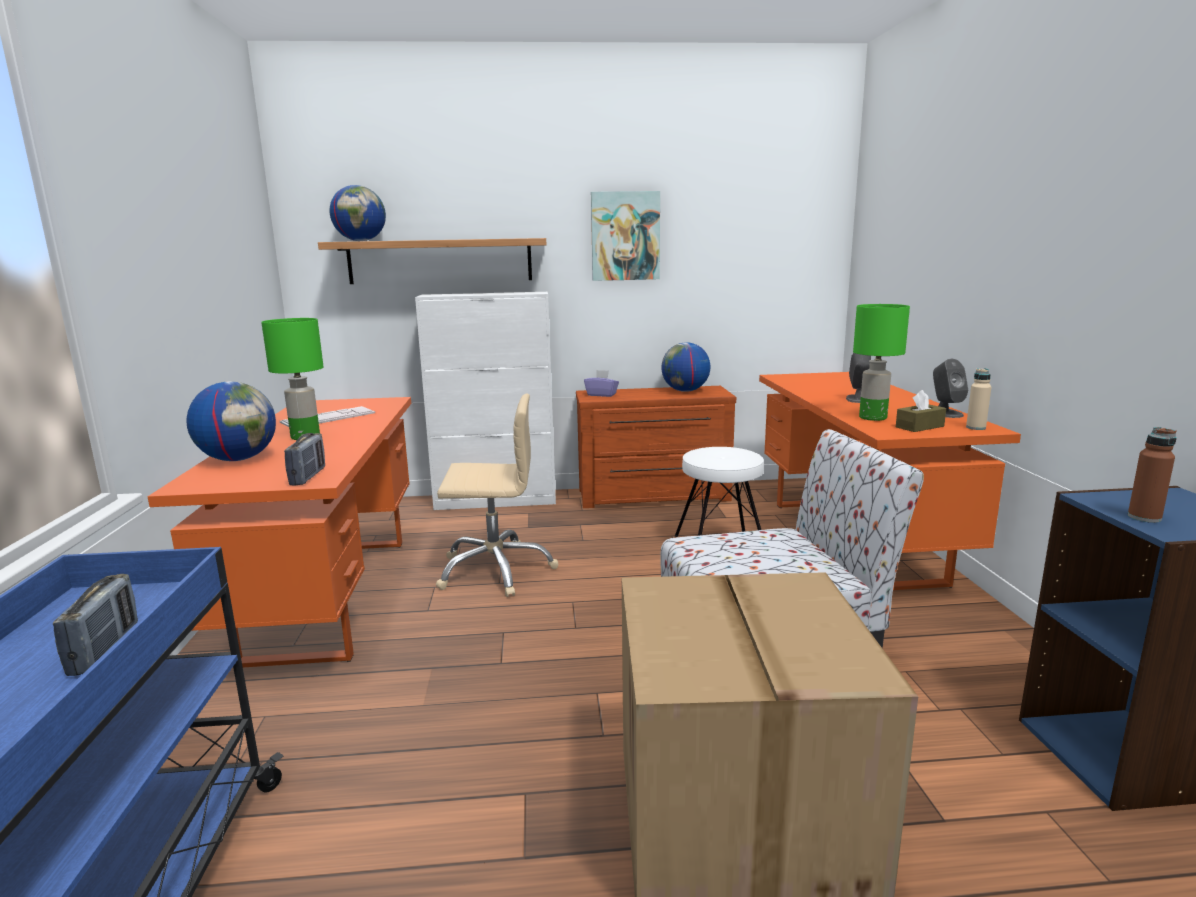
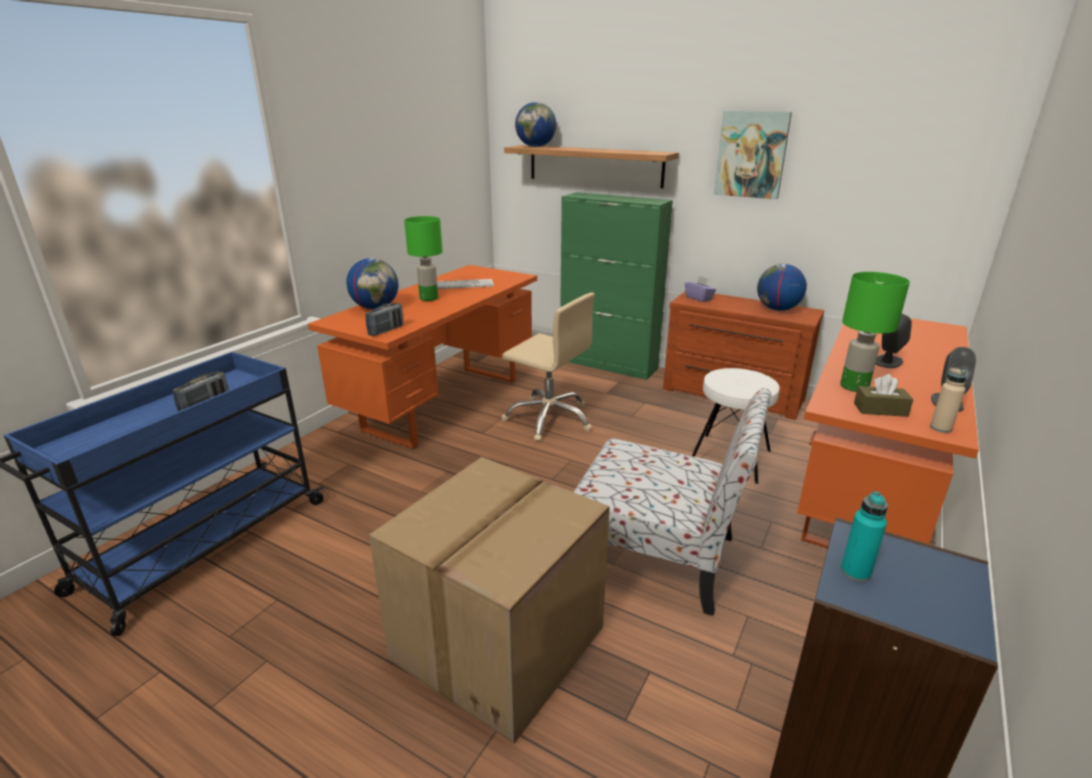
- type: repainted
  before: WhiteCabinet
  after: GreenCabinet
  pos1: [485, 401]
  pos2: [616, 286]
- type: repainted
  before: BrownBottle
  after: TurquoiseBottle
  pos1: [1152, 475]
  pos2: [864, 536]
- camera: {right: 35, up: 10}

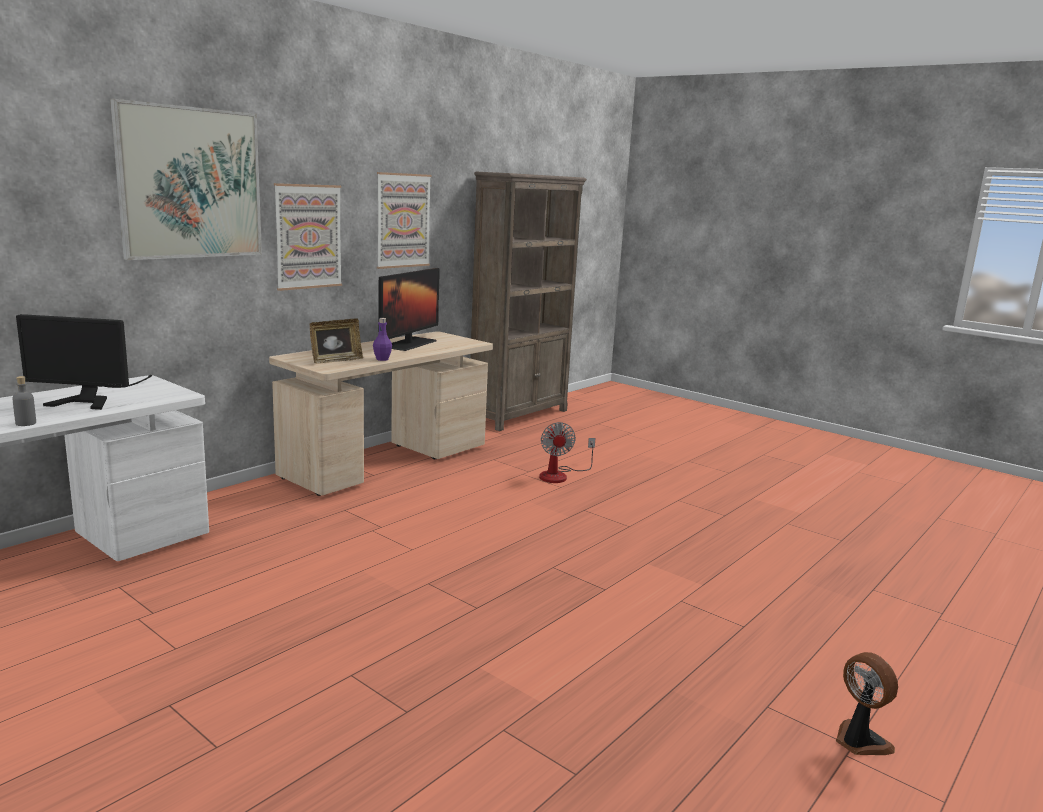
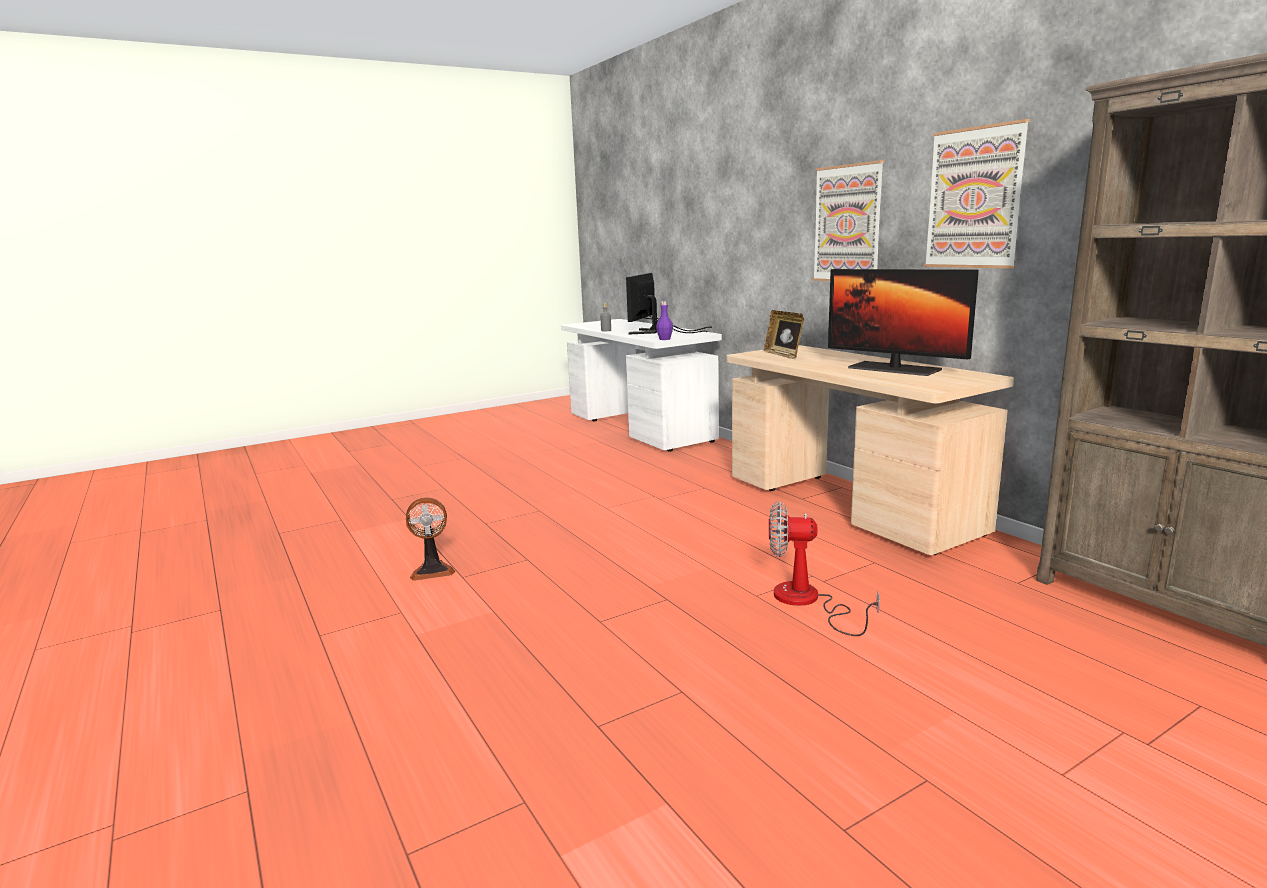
- type: gone
  before: Picture
  pos1: [186, 179]
- type: shifted
  before: PurpleBottle
  pos1: [382, 339]
  pos2: [664, 320]
- type: shifted
  before: Fan
  pos1: [867, 703]
  pos2: [430, 539]
- camera: {right: 110, up: 0}

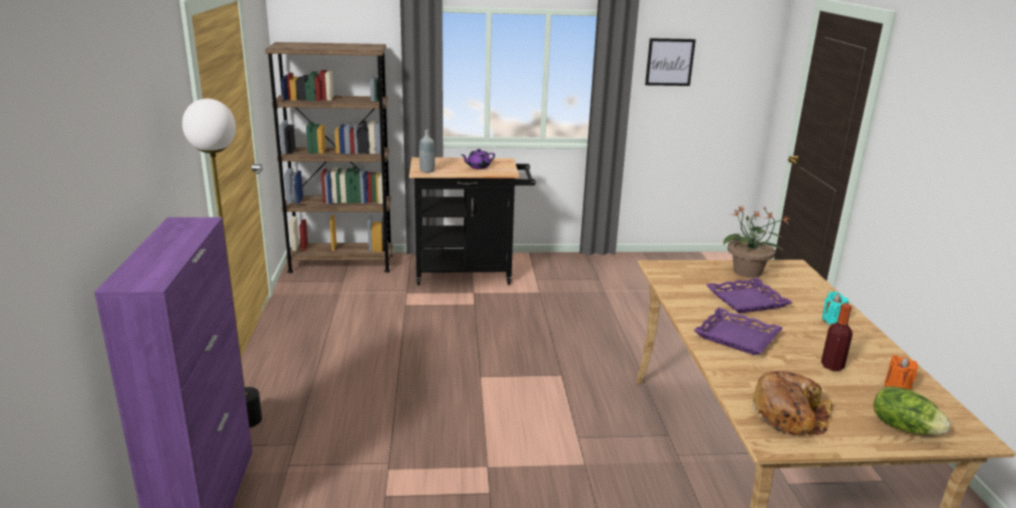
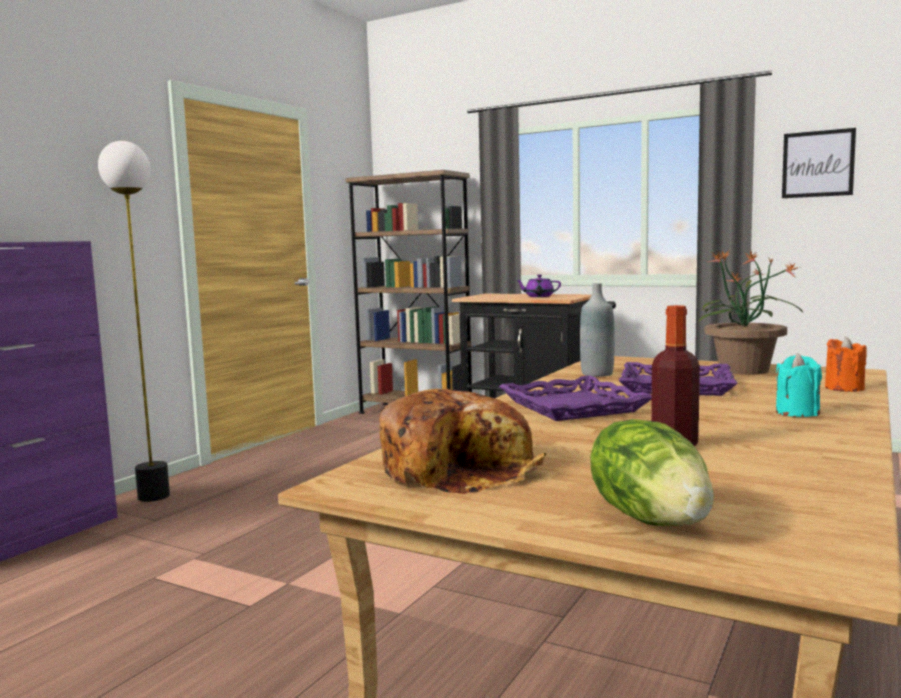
- type: shifted
  before: GreyBottle
  pos1: [427, 151]
  pos2: [597, 330]
- type: shifted
  before: OrangeCandle
  pos1: [901, 372]
  pos2: [846, 364]
- camera: {right: 35, up: -15}

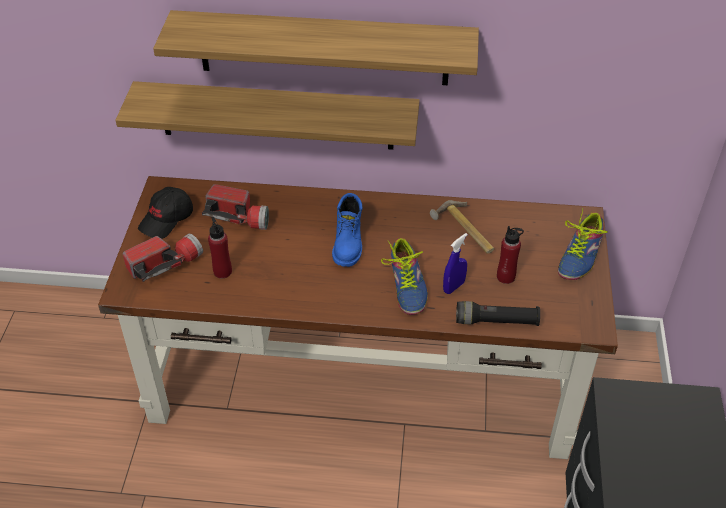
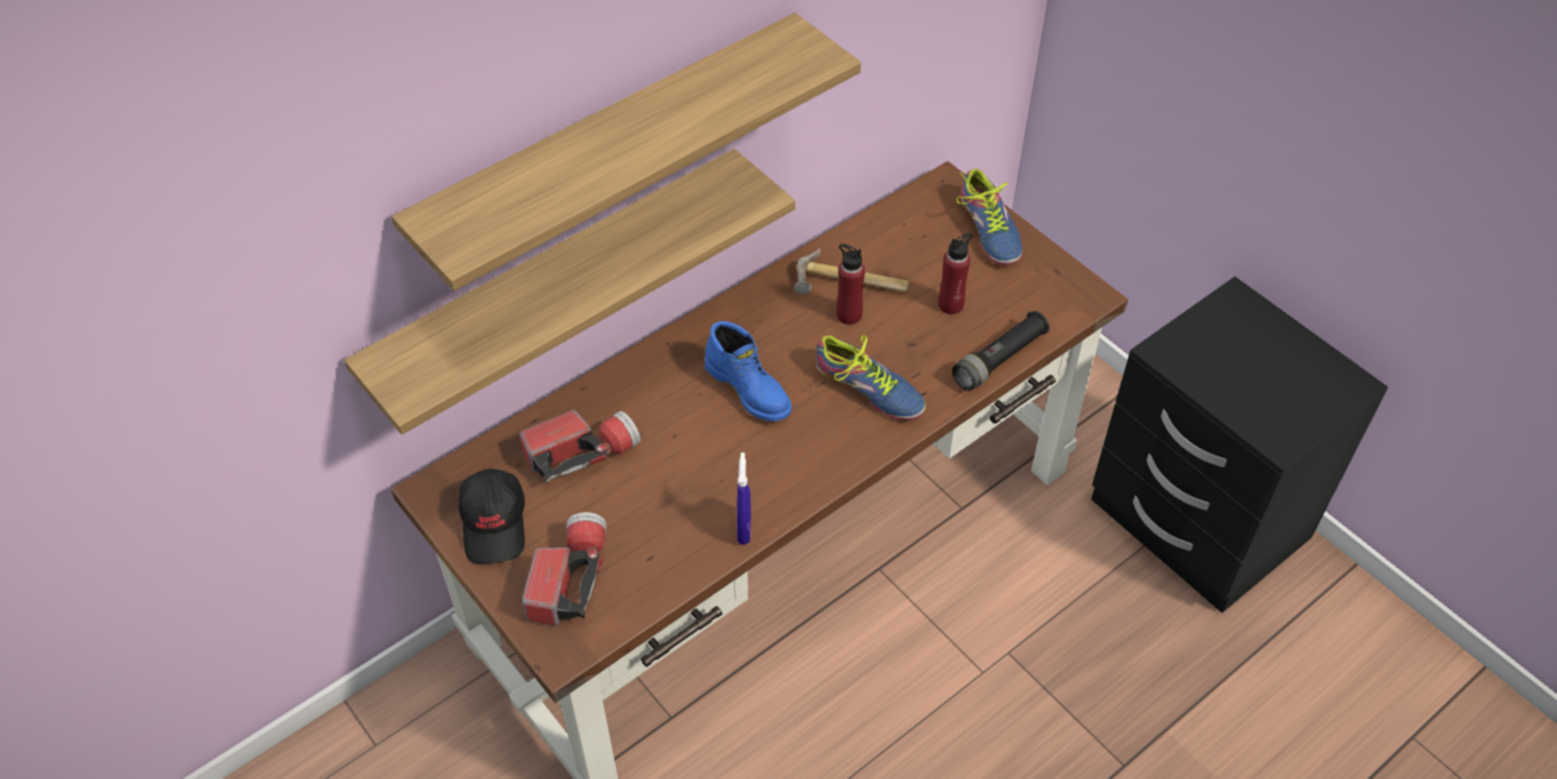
- type: shifted
  before: RedBottle
  pos1: [220, 247]
  pos2: [850, 284]
- type: shifted
  before: BlueSprayBottle
  pos1: [455, 263]
  pos2: [744, 498]
- camera: {right: -45, up: 5}

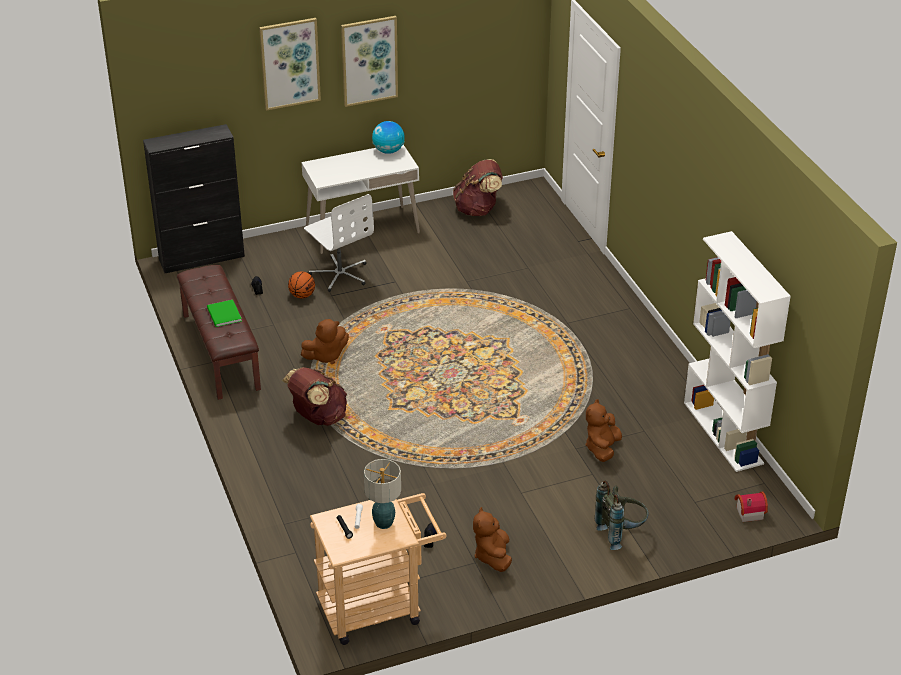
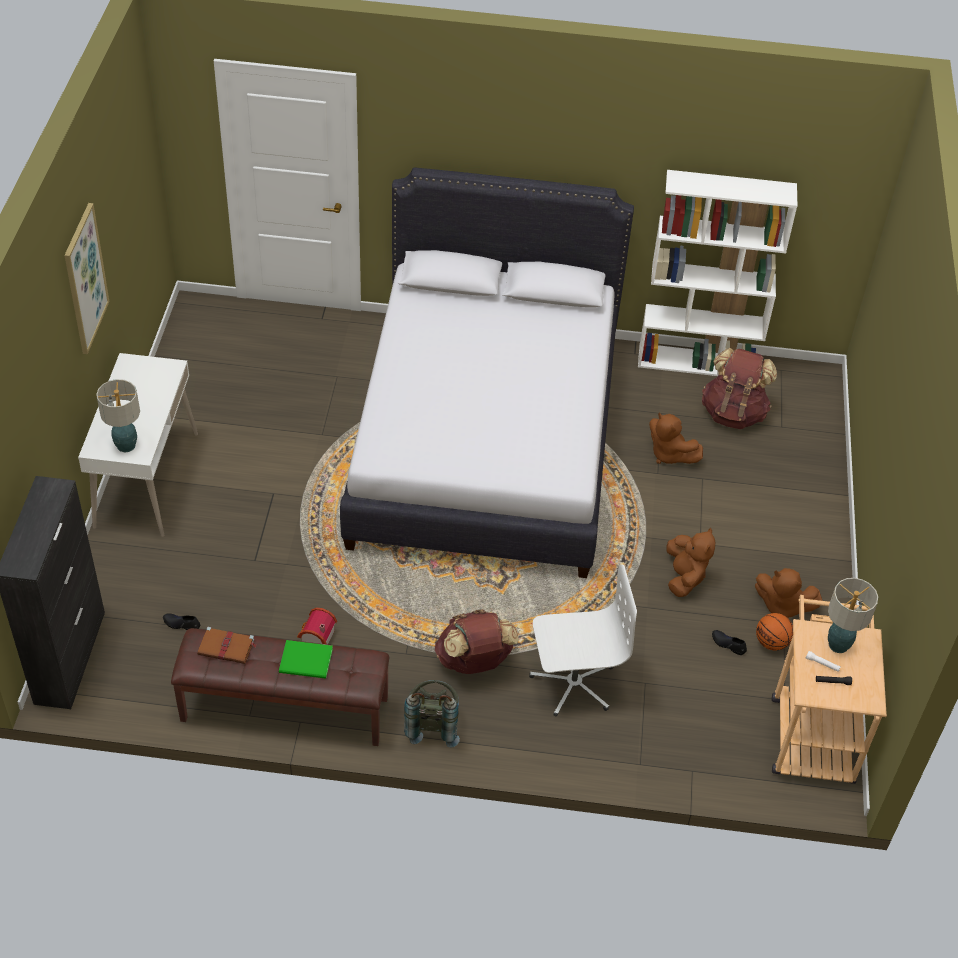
- type: gone
  before: Picture
  pos1: [290, 64]
- type: gone
  before: Globe
  pos1: [388, 137]
- type: shifted
  before: BrownBackpack
  pos1: [478, 187]
  pos2: [739, 388]
- type: shifted
  before: WhiteOfficeChair
  pos1: [339, 243]
  pos2: [583, 640]
- type: shifted
  before: Basketball
  pos1: [301, 284]
  pos2: [774, 632]
- type: shifted
  before: BrownPlushToy
  pos1: [325, 341]
  pos2: [691, 562]
- type: shifted
  before: GreyBackpack
  pos1: [622, 515]
  pos2: [432, 714]
- type: shifted
  before: ToyHouse
  pos1: [751, 507]
  pos2: [317, 626]
- type: new
  after: WhiteBed
  pos2: [487, 372]
- type: new
  after: TableLamp
  pos2: [118, 415]
- type: new
  after: BrownBook
  pos2: [226, 645]
- camera: {right: -65, up: 10}

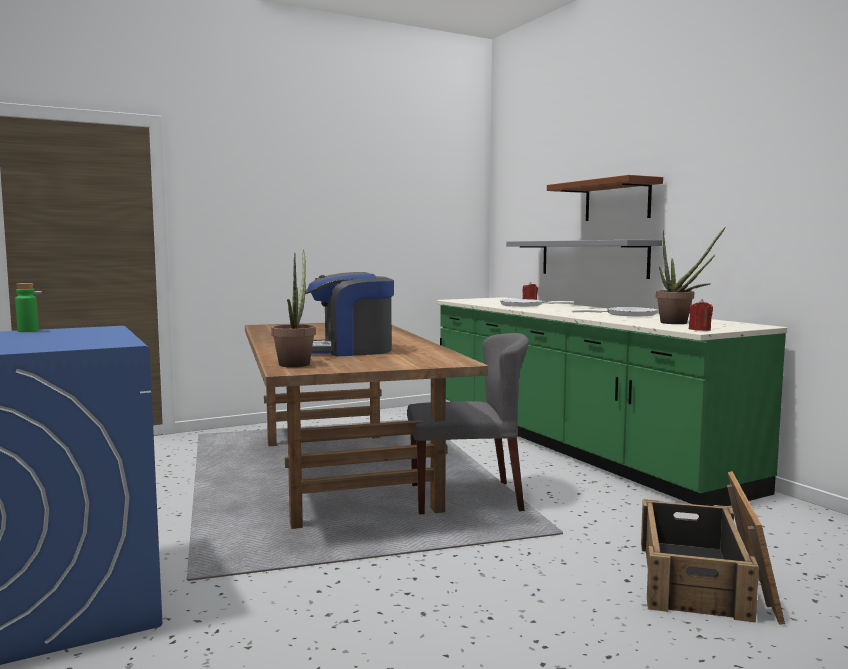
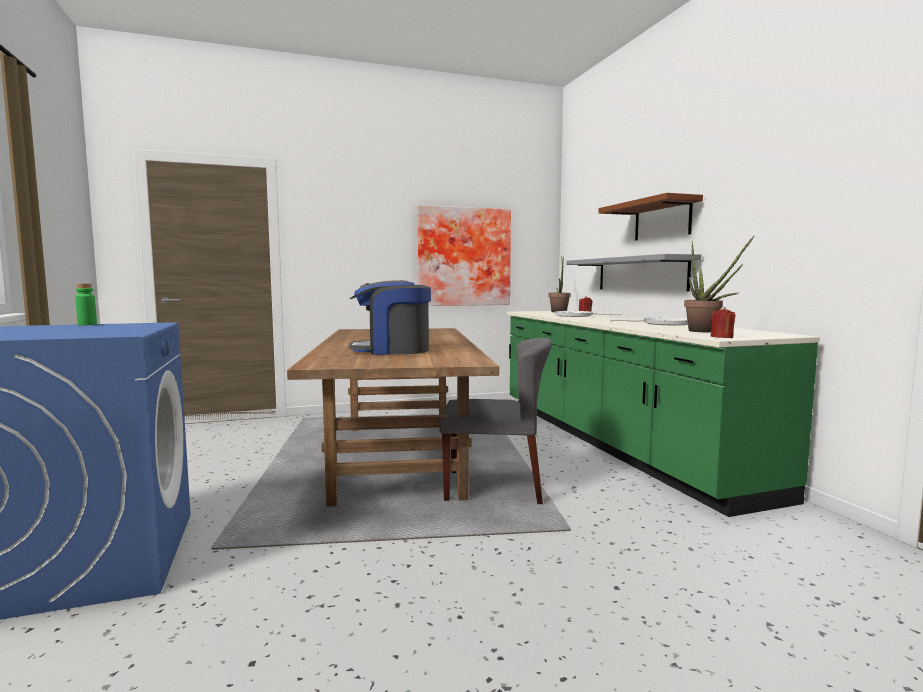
- type: shifted
  before: PottedPlant
  pos1: [293, 308]
  pos2: [559, 284]
- type: gone
  before: Crate
  pos1: [713, 548]
- type: new
  after: Picture
  pos2: [464, 255]
- camera: {right: 10, up: 0}

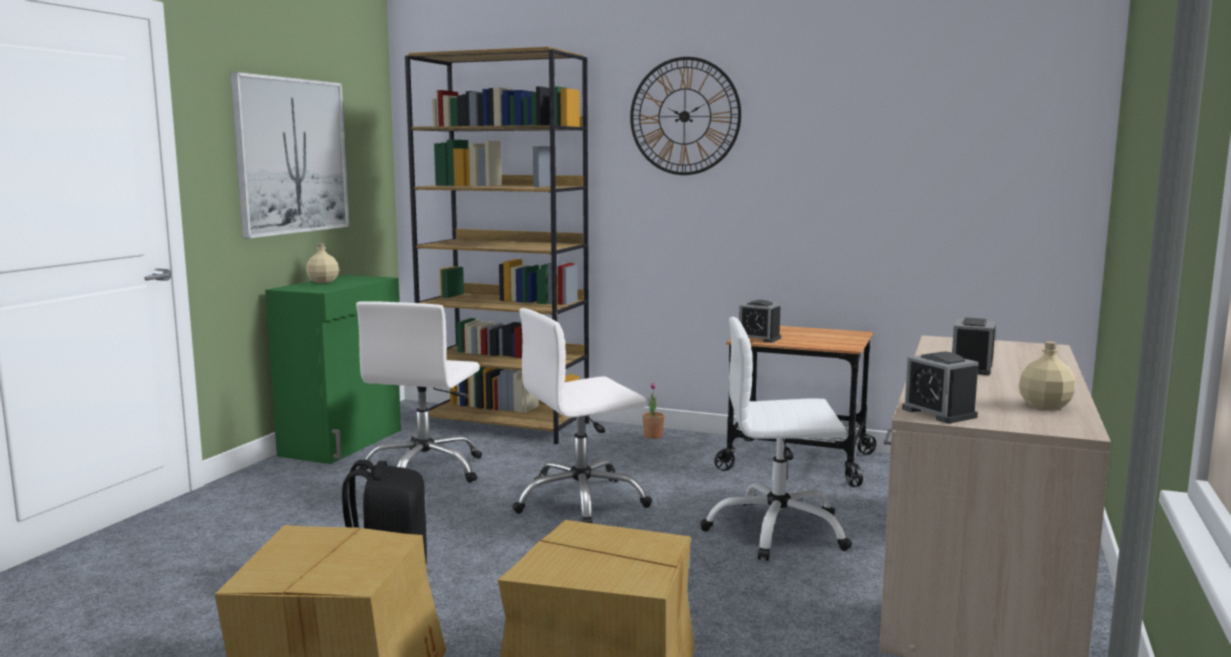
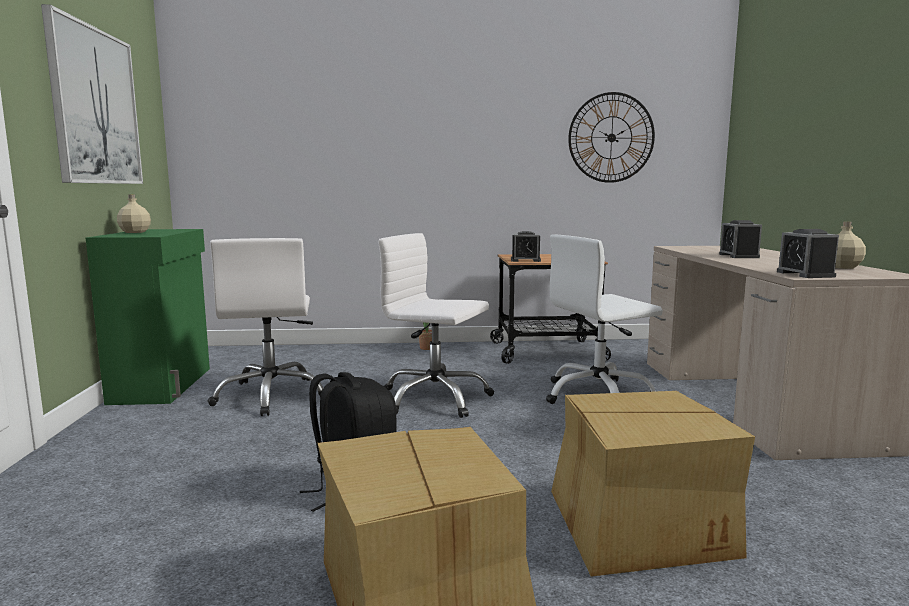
- type: gone
  before: BrownBookcase
  pos1: [497, 245]
- type: shifted
  before: WallClock
  pos1: [685, 116]
  pos2: [611, 137]
- type: rotated
  before: WhiteOfficeChair
  pos1: [582, 415]
  pos2: [436, 325]
  turn: 75
- type: rotated
  before: AlarmClock
  pos1: [940, 387]
  pos2: [808, 253]
  turn: 45
- camera: {right: -25, up: 0}

